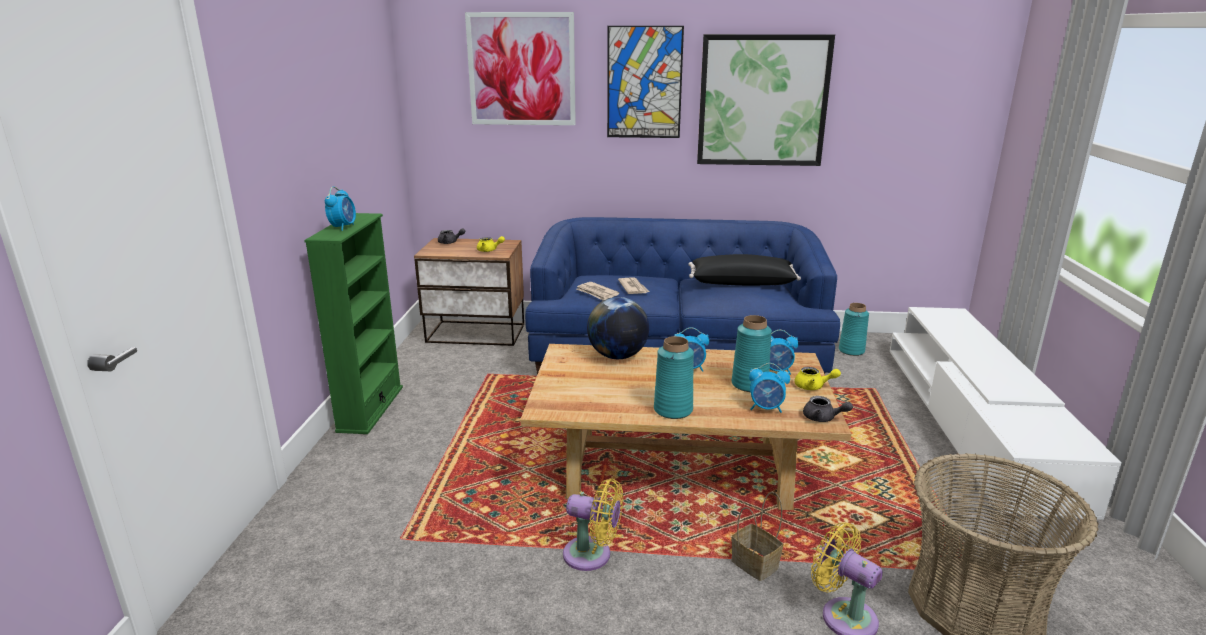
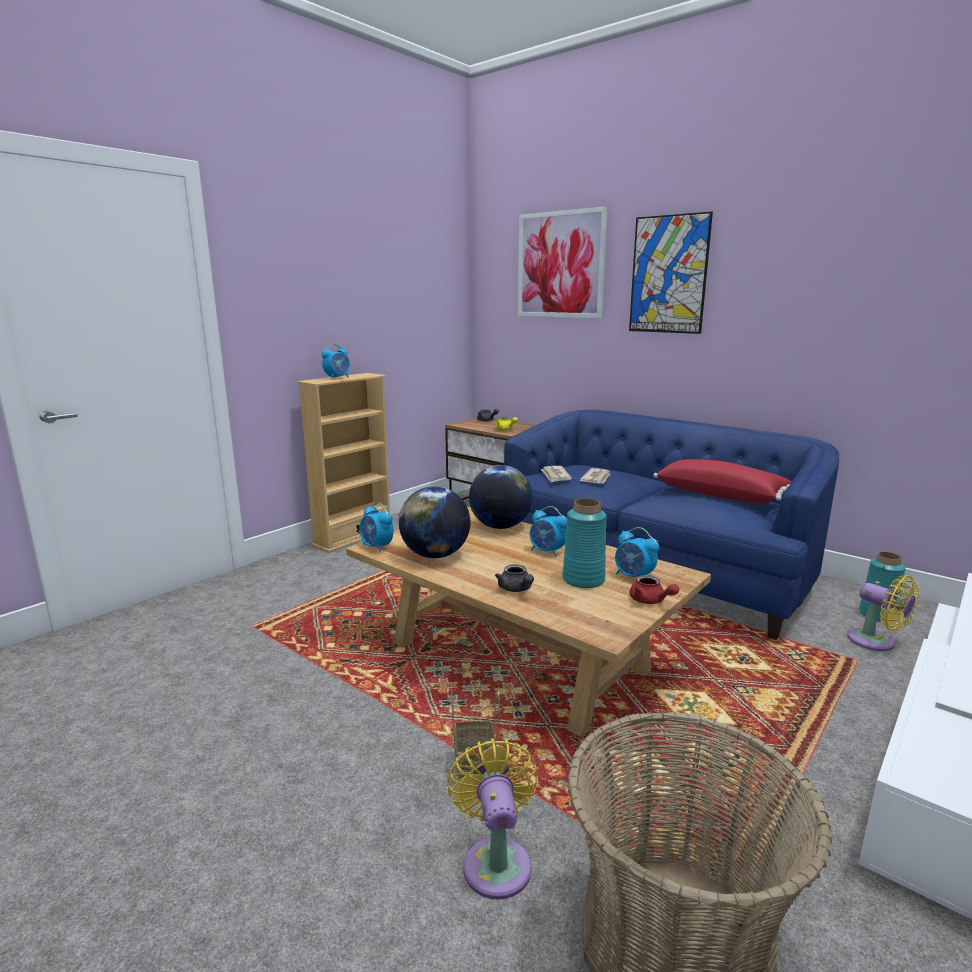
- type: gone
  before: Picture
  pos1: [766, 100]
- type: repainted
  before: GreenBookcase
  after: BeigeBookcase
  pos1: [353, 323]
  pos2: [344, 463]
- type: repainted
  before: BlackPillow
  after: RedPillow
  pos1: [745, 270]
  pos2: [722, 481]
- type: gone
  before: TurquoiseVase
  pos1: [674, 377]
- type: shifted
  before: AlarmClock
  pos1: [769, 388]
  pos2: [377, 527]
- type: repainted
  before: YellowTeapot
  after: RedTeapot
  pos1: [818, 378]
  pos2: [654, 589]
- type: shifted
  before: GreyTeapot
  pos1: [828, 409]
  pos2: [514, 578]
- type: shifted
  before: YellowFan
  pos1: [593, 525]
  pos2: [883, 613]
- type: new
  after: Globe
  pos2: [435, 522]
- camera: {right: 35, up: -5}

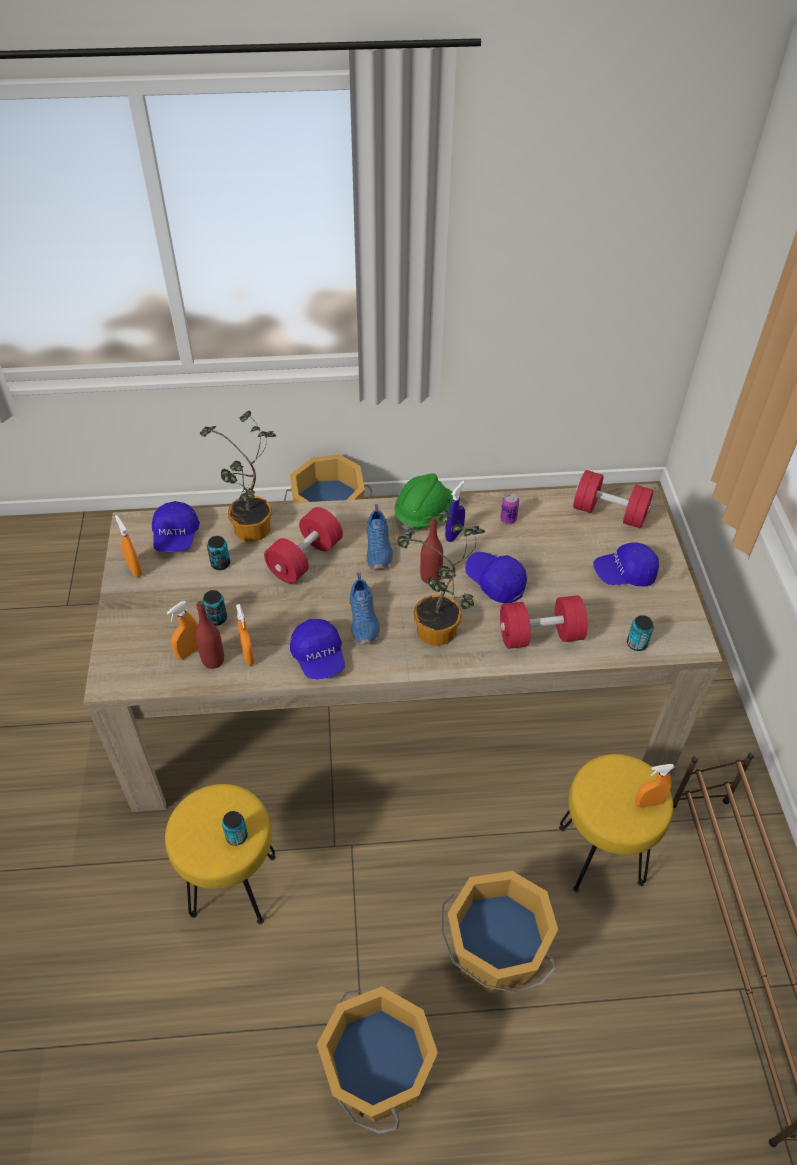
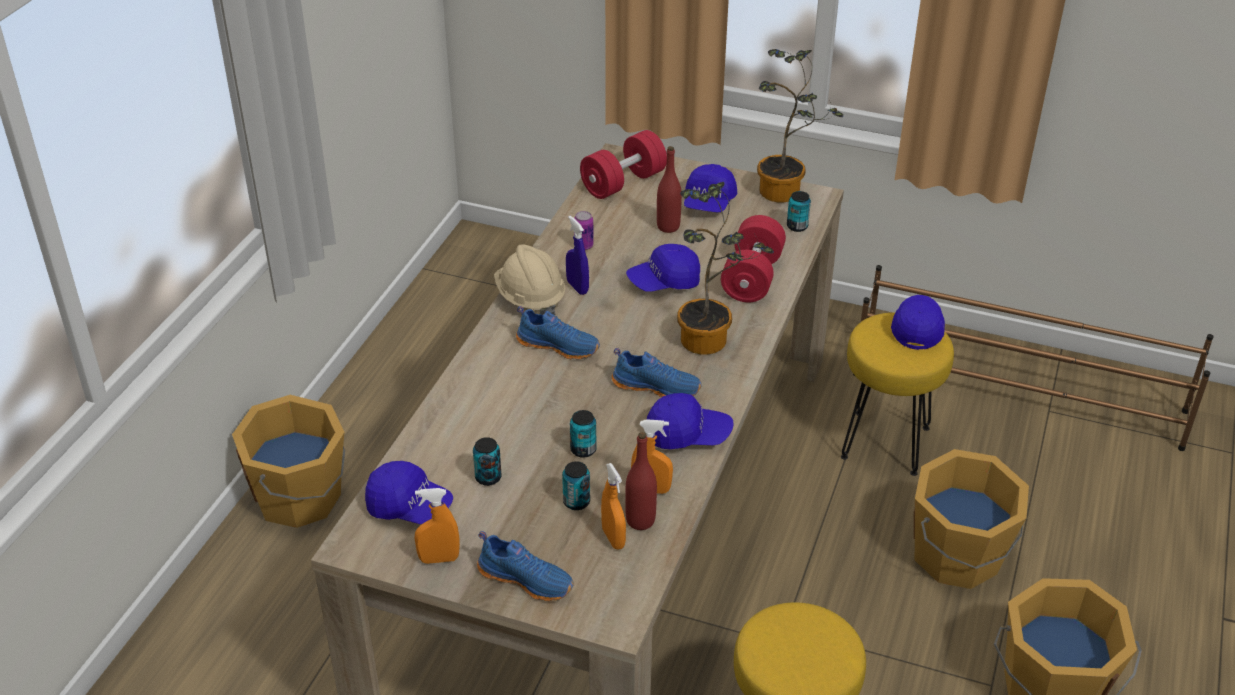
- type: shifted
  before: PottedPlant
  pos1: [238, 476]
  pos2: [800, 125]
- type: repainted
  before: GreenHardHat
  after: BeigeHardHat
  pos1: [423, 503]
  pos2: [529, 279]
- type: gone
  before: RedDumbbell
  pos1: [303, 545]
- type: shifted
  before: RedBottle
  pos1: [431, 550]
  pos2: [669, 189]
- type: swapped
  before: OrangeSprayBottle
  after: BlueCap
  pos1: [655, 786]
  pos2: [918, 322]
- type: shifted
  before: Can
  pos1: [235, 828]
  pos2: [583, 434]
- type: new
  after: BlueShoe
  pos2: [525, 566]
- camera: {right: -65, up: -10}

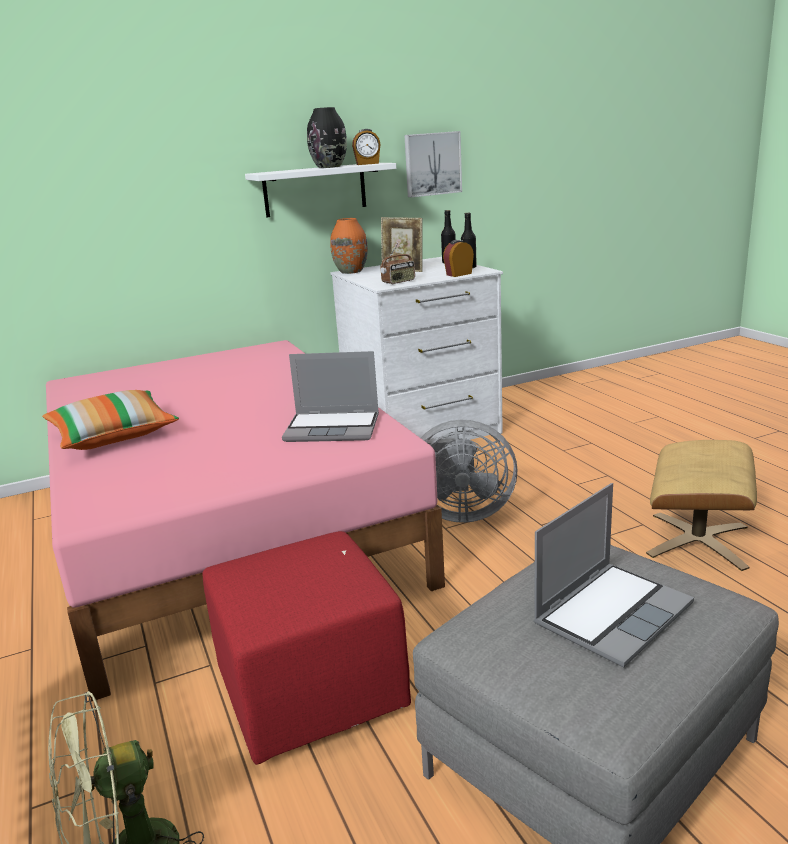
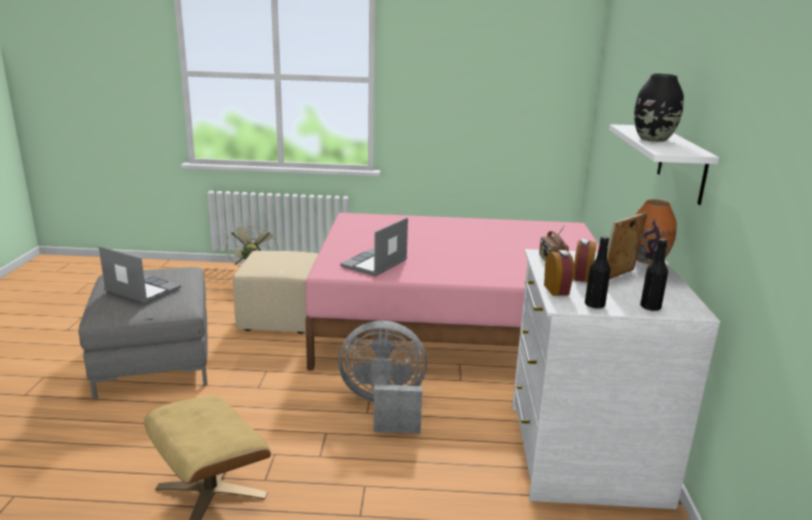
- type: shifted
  before: AlarmClock
  pos1: [366, 147]
  pos2: [585, 260]
- type: gone
  before: Picture
  pos1: [433, 164]
- type: gone
  before: Pillow
  pos1: [110, 420]
- type: rotated
  before: GreyFan
  pos1: [469, 471]
  pos2: [382, 377]
  turn: 60
- type: rotated
  before: Laptop
  pos1: [613, 575]
  pos2: [140, 275]
  turn: 135
- type: repainted
  before: RedOttoman
  after: BeigeOttoman
  pos1: [306, 648]
  pos2: [275, 292]
- camera: {right: 115, up: 0}

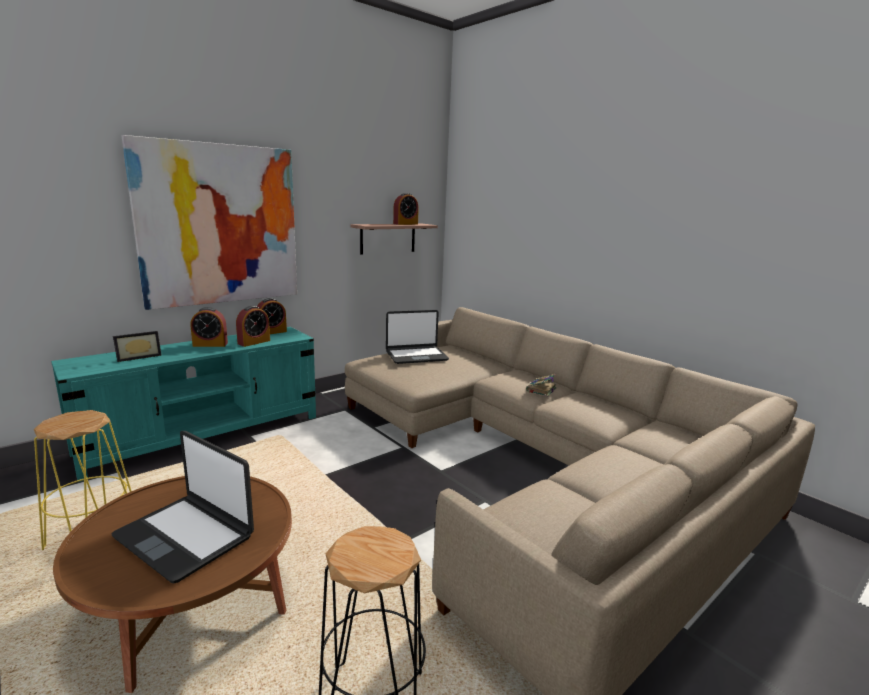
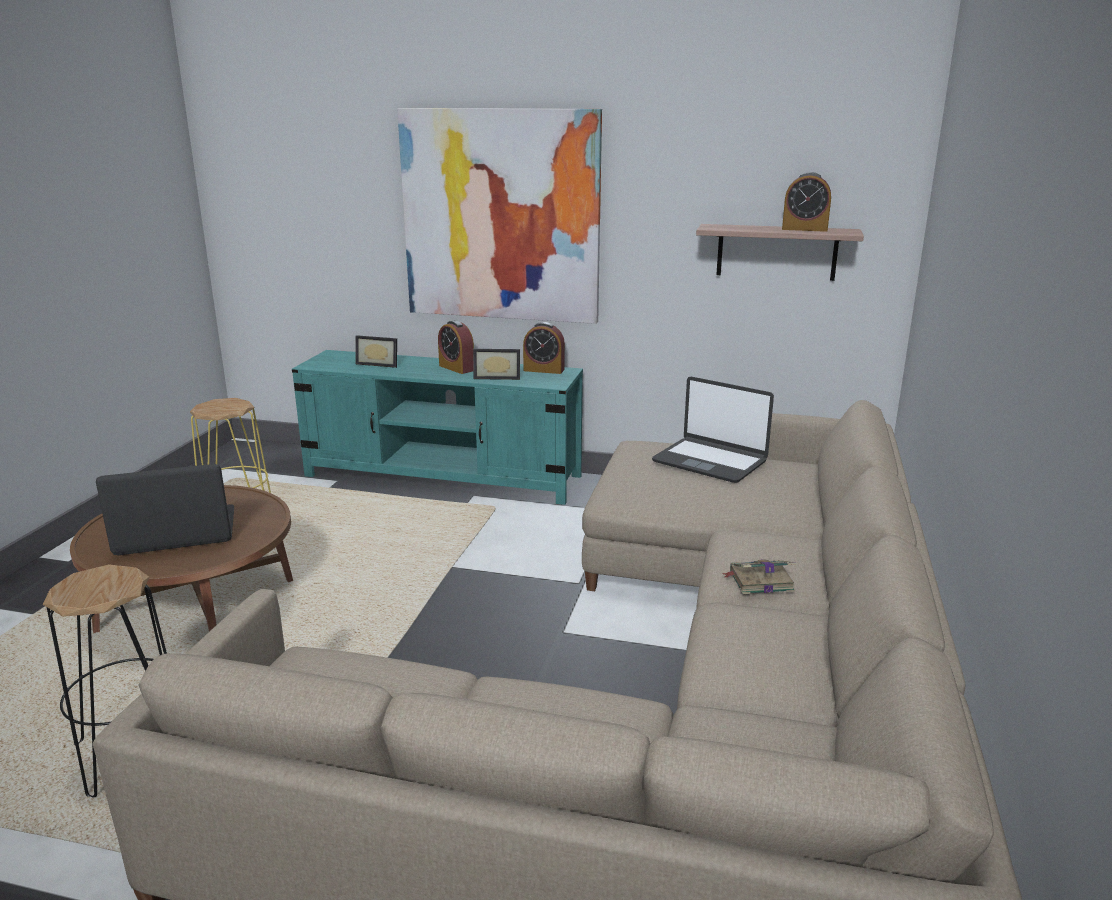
- type: swapped
  before: AlarmClock
  after: PictureFrame
  pos1: [253, 326]
  pos2: [496, 364]
- type: rotated
  before: Laptop
  pos1: [183, 507]
  pos2: [165, 509]
  turn: 75
- camera: {right: 55, up: 5}

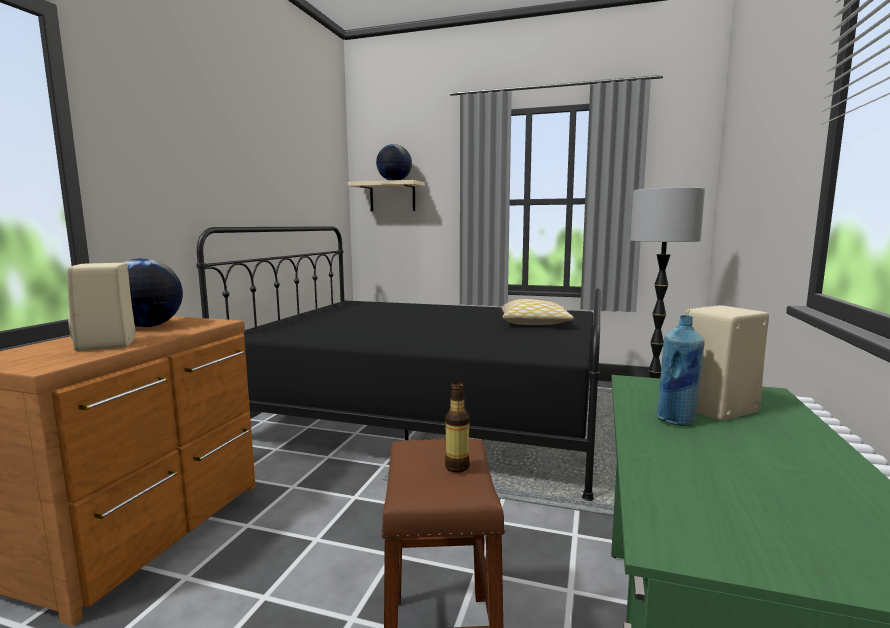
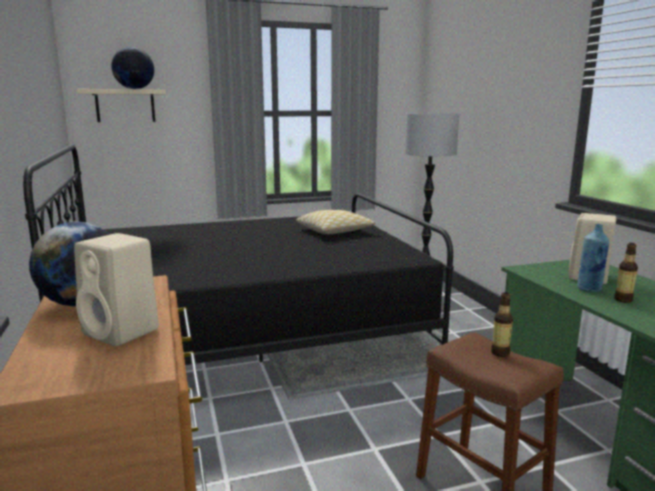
- type: new
  after: Bottle
  pos2: [626, 273]
- camera: {right: -35, up: 5}

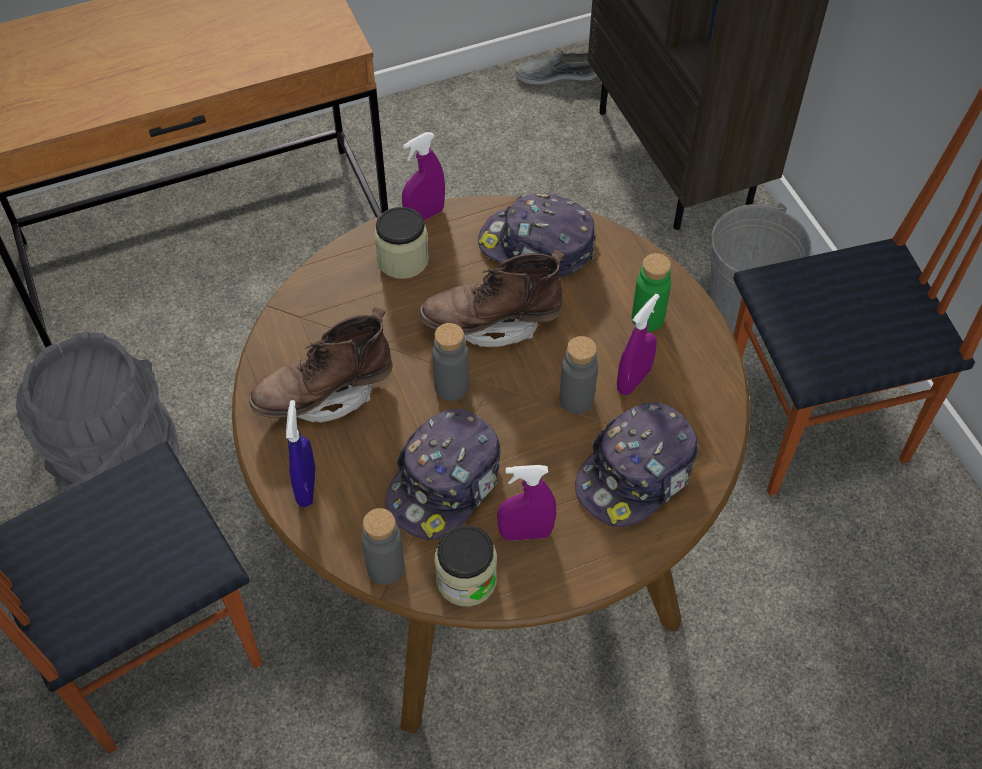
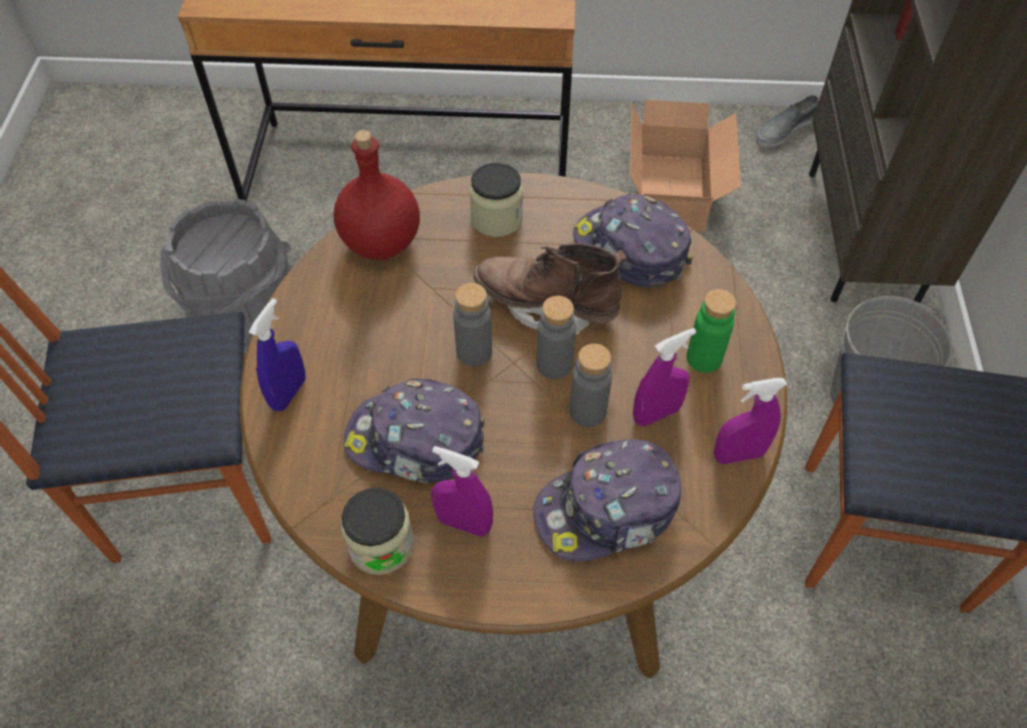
- type: rotated
  before: GreyShoe
  pos1: [556, 67]
  pos2: [787, 121]
  turn: -60
- type: shifted
  before: PurpleSprayBottle
  pos1: [423, 176]
  pos2: [750, 421]
- type: gone
  before: BrownBoot
  pos1: [321, 365]
- type: rotated
  before: Cap
  pos1: [443, 474]
  pos2: [414, 430]
  turn: 45
- type: shifted
  before: GreyBottle
  pos1: [383, 546]
  pos2: [556, 337]
- type: new
  after: CardboardBox
  pos2: [685, 166]
- type: new
  after: RedBottle
  pos2: [376, 195]
- camera: {right: 25, up: 0}

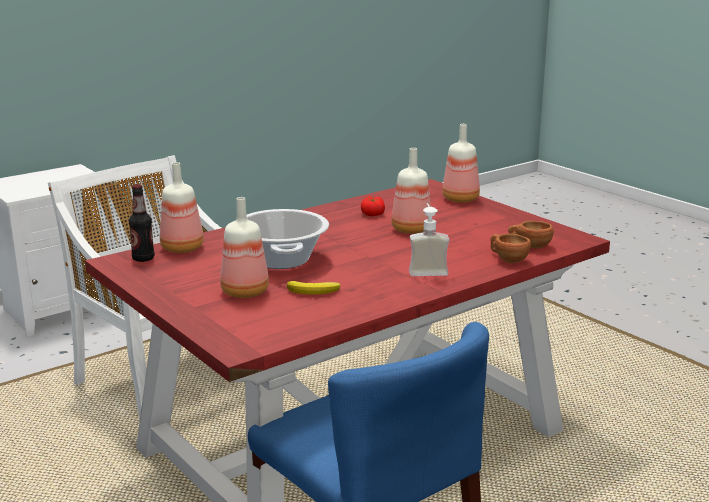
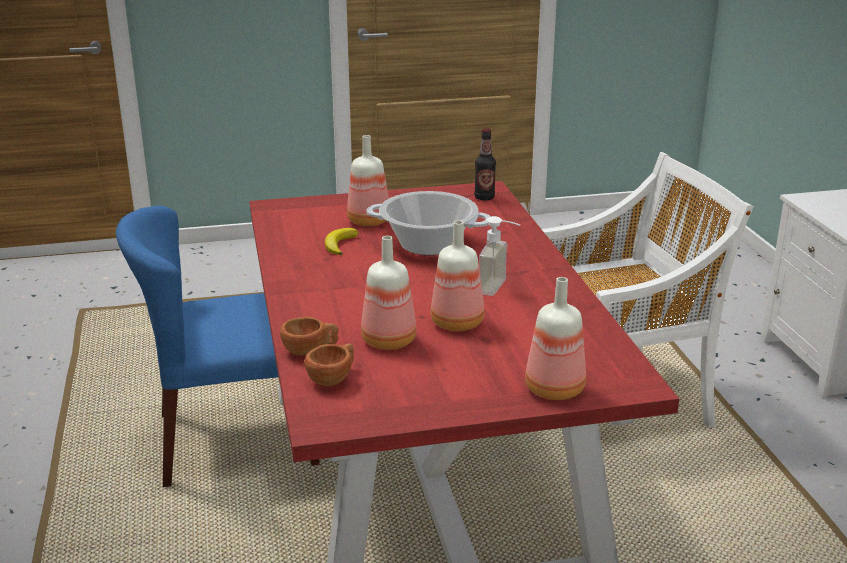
- type: shifted
  before: Bottle
  pos1: [182, 207]
  pos2: [388, 293]
- type: gone
  before: Tomato
  pos1: [373, 206]
- type: shifted
  before: SoapDispenser
  pos1: [429, 239]
  pos2: [499, 256]
- camera: {right: 115, up: 5}

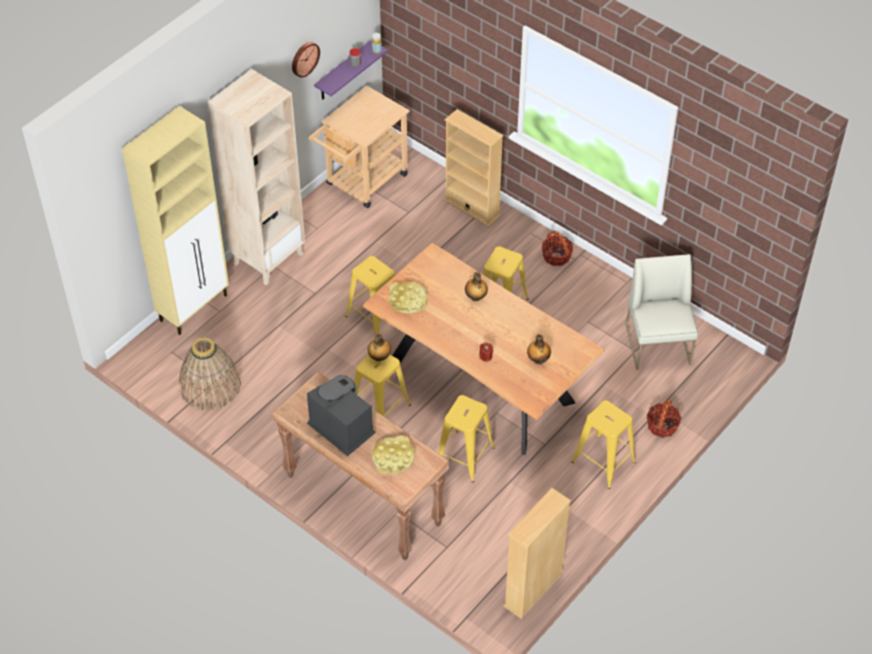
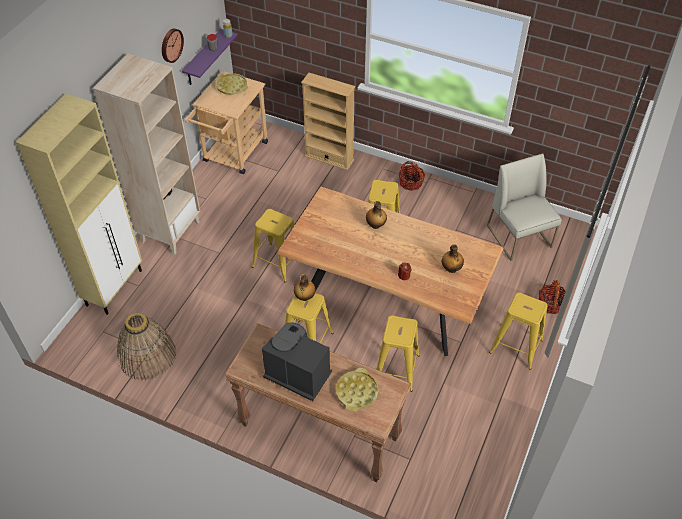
- type: shifted
  before: YellowTray
  pos1: [408, 297]
  pos2: [231, 84]
- type: gone
  before: BeigeBookcase
  pos1: [537, 553]
- camera: {right: -15, up: 0}

